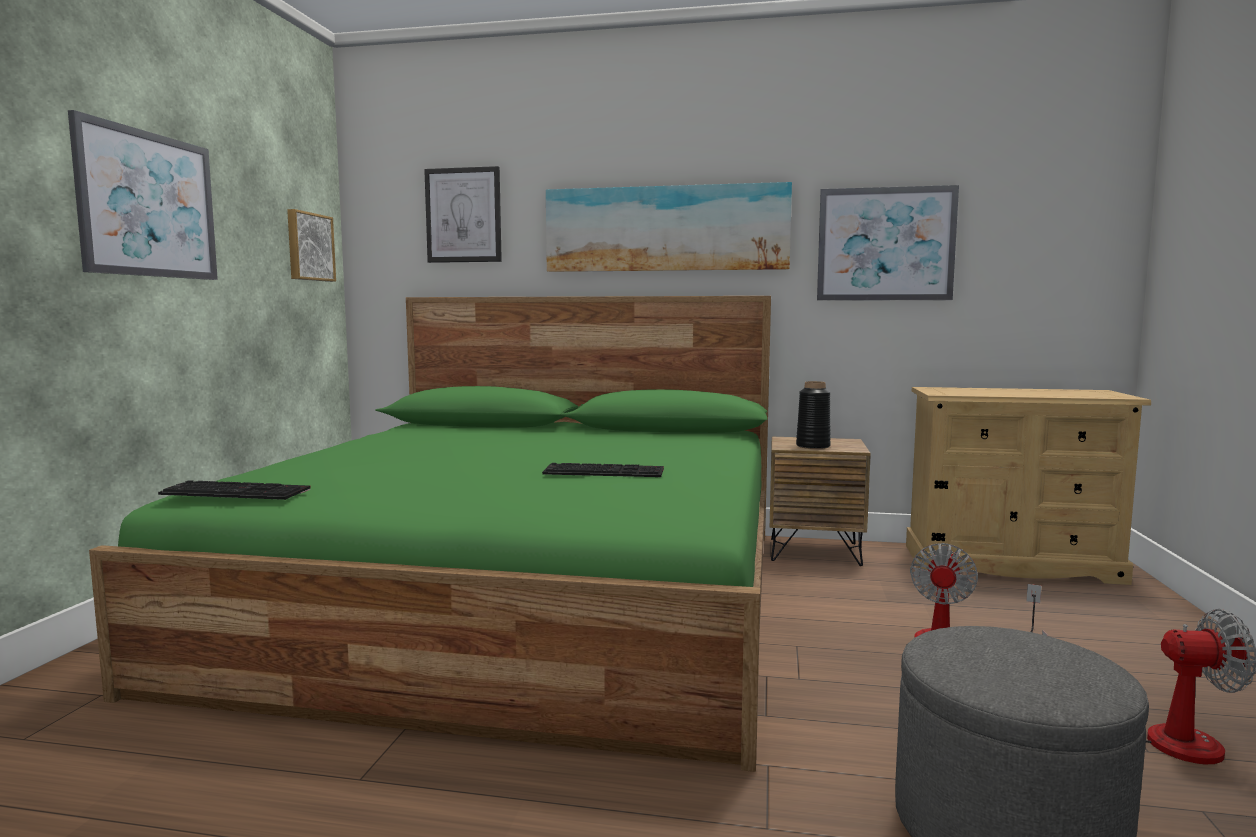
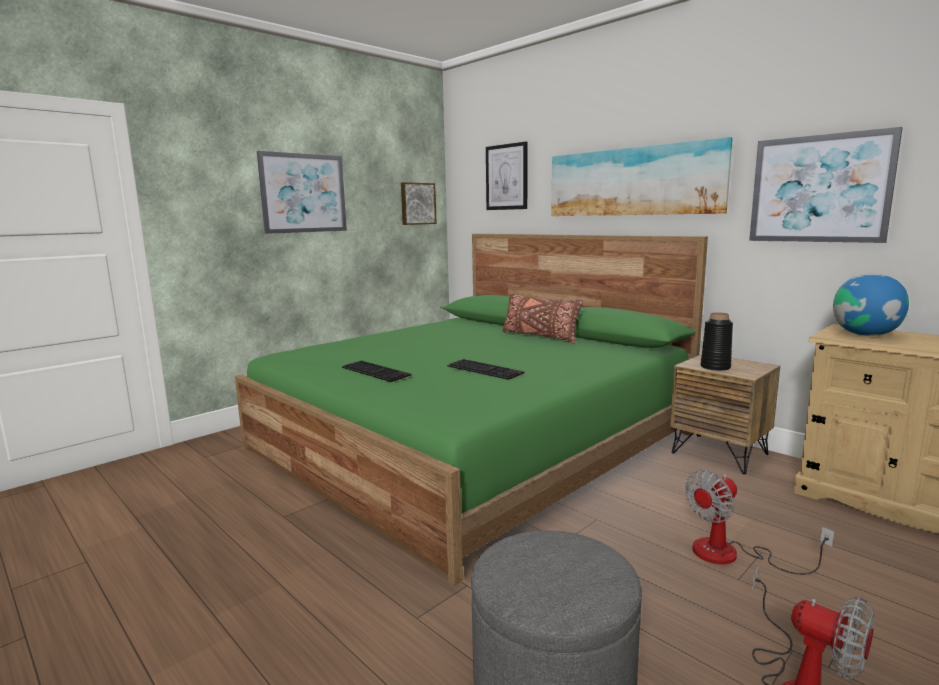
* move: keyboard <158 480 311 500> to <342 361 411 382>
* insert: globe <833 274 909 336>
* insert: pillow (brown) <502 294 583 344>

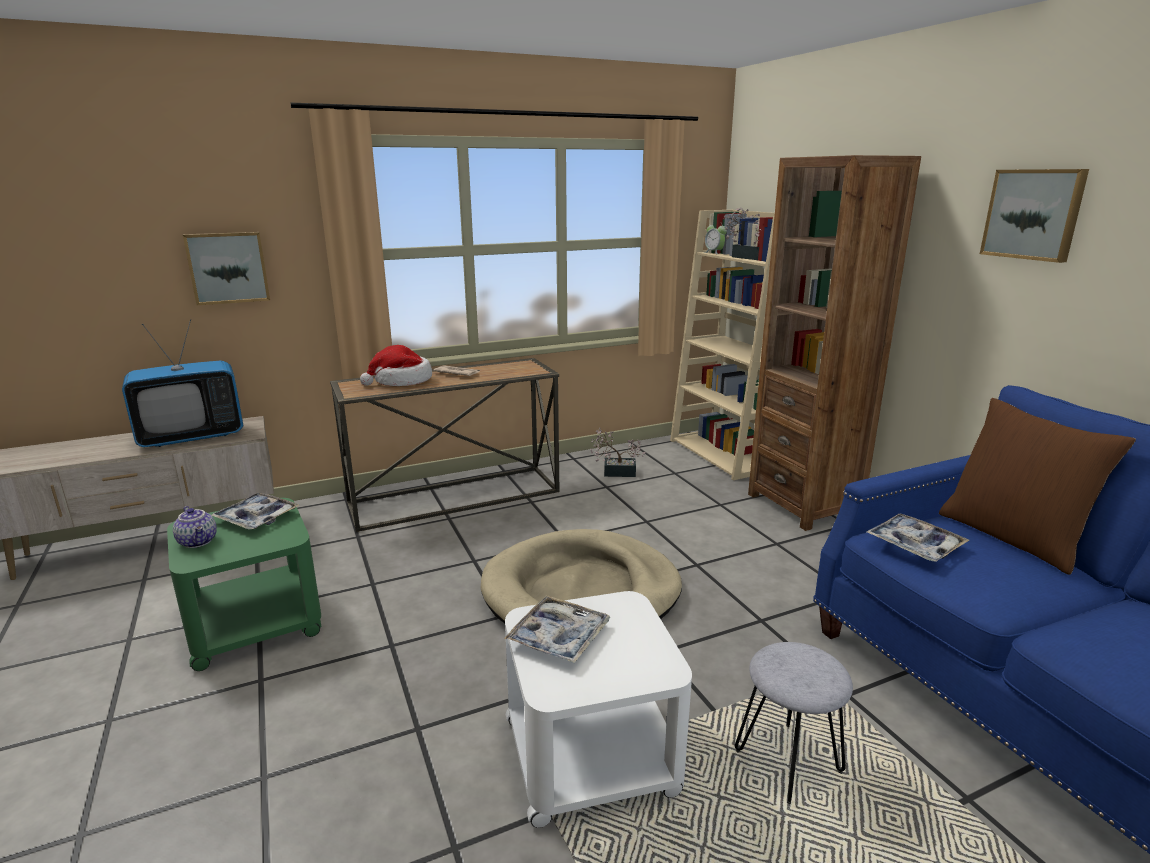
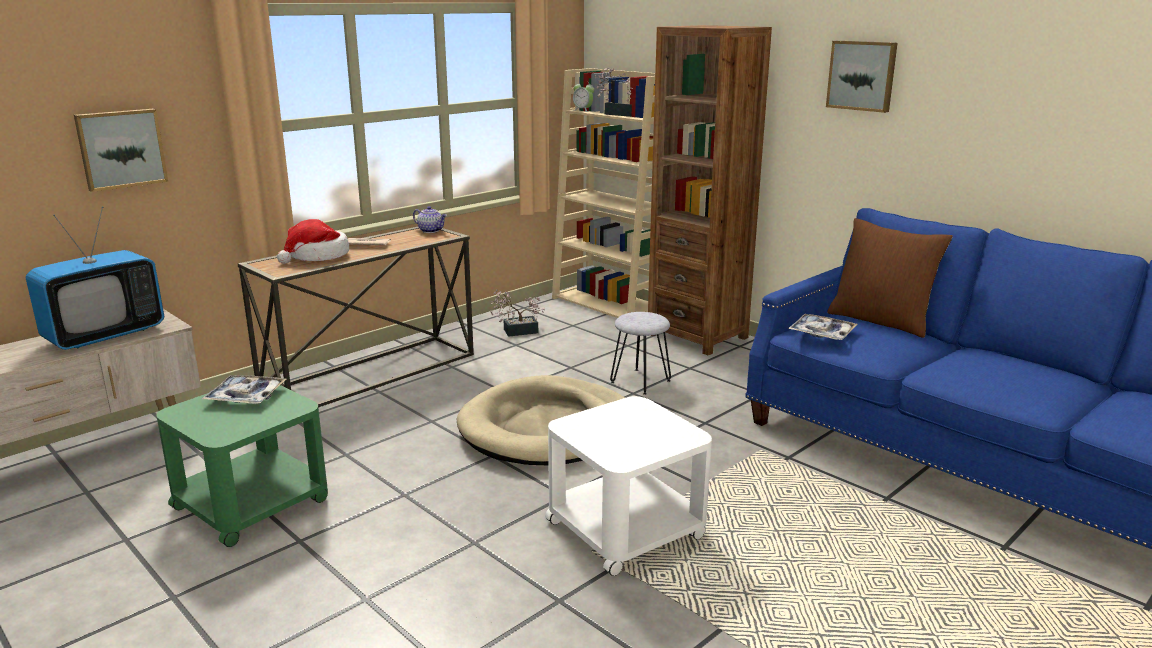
* move: teapot <173 506 217 548> to <413 206 447 233>
* delete: tray <504 595 610 664>
* move: stool (grey) <735 642 853 804> to <610 312 671 395>

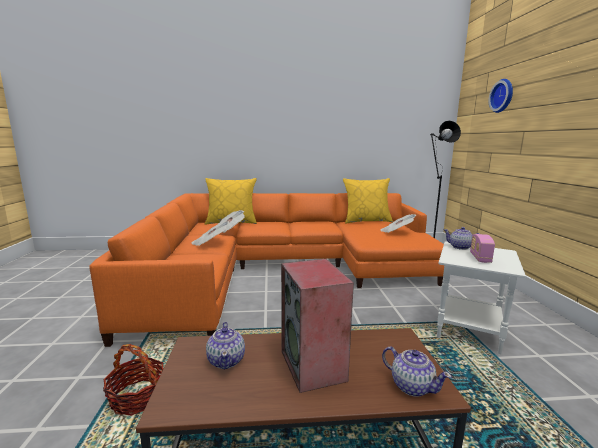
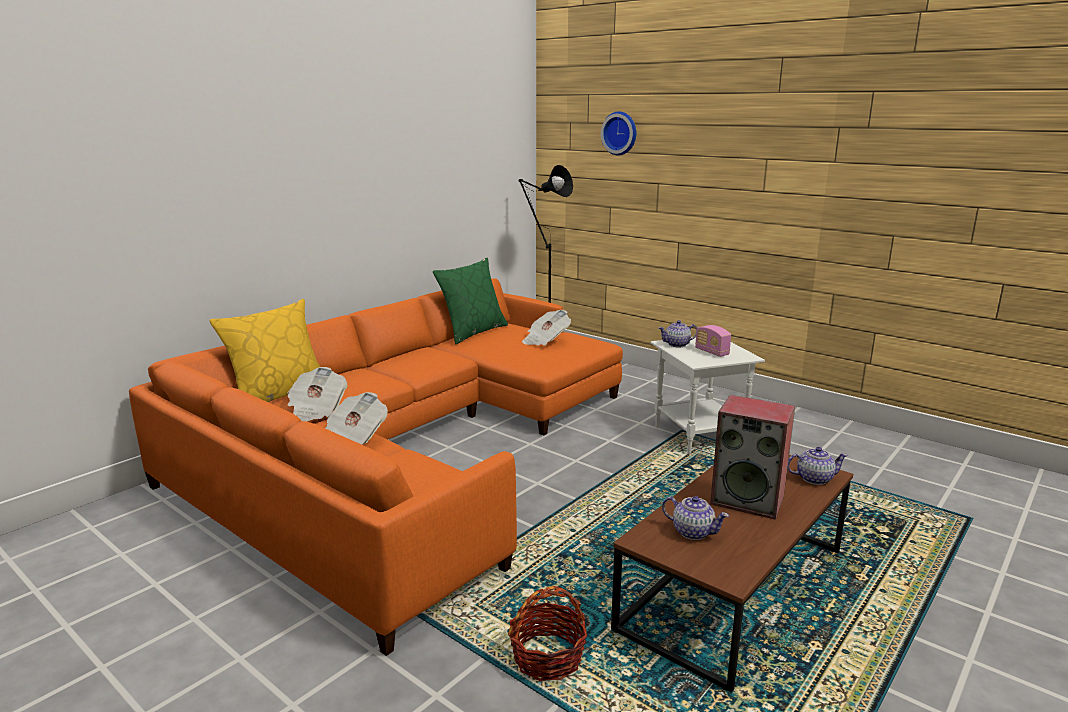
* recolor: pillow (yellow) <343 178 393 223> to pillow (green) <433 258 508 344>

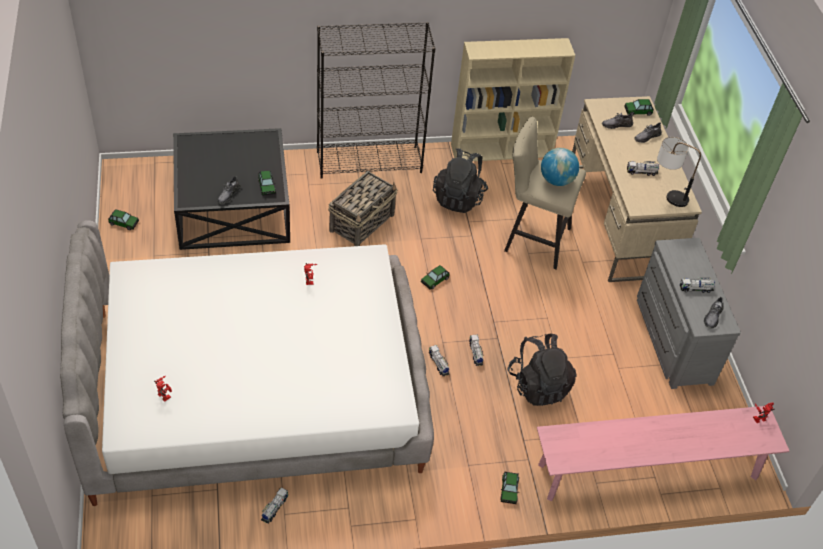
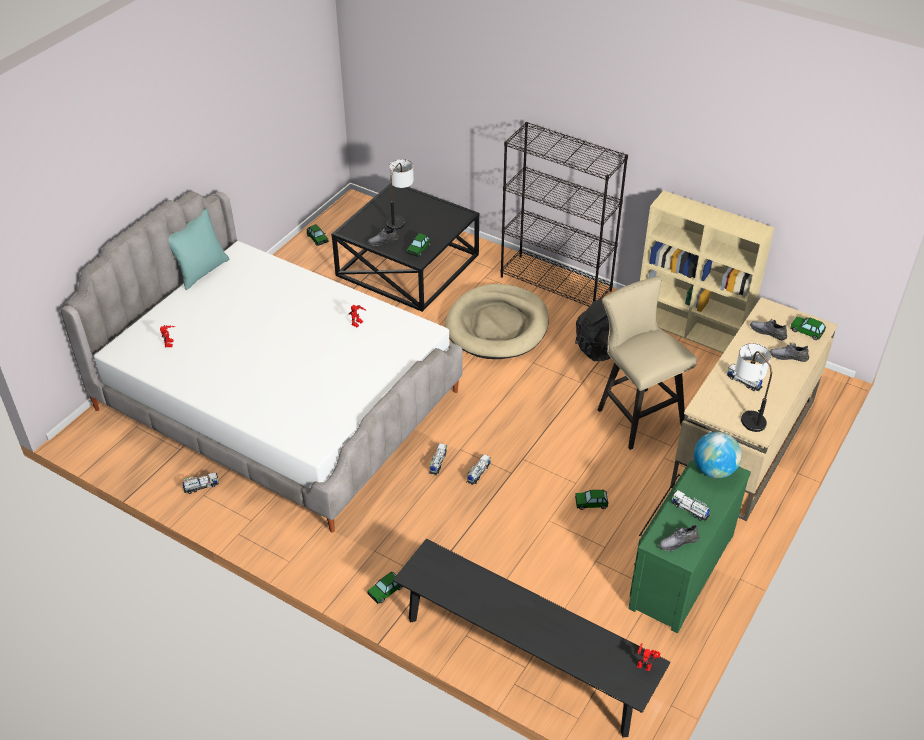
* move: globe <541 148 579 186> to <694 431 742 478>
* replace: basket <328 171 397 246> to dog bed (beige) <445 284 549 359>
* recolor: dresser (grey) <637 238 741 389> to dresser (green) <628 460 751 633>
* move: toy car <421 265 450 289> to <575 490 608 510>
* delete: backpack (black) <508 334 576 406>
* recolor: bench (pink) <537 406 789 501> to bench (black) <393 539 671 737>
* insert: table lamp <386 159 414 230>
* insert: pillow (turquoise) <168 208 230 290>

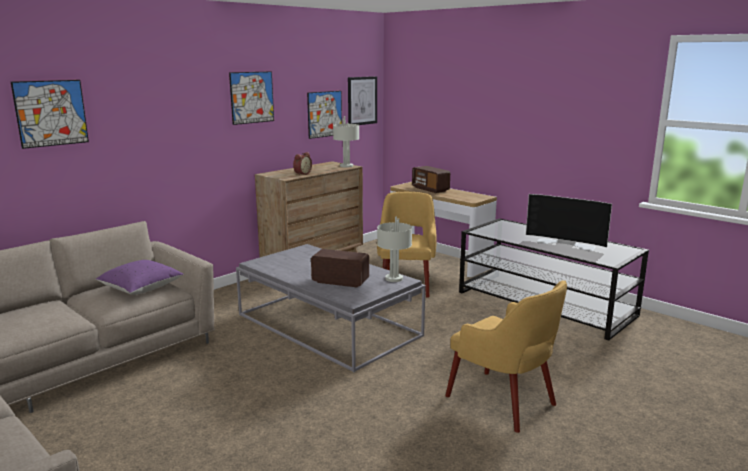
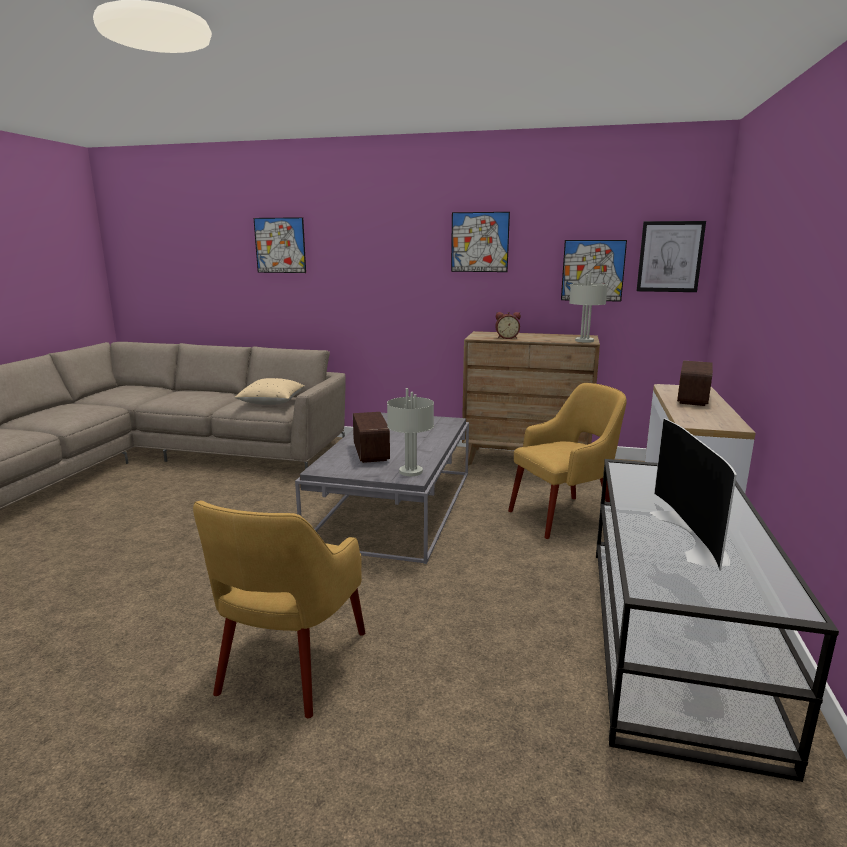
* recolor: pillow (purple) <95 260 184 295> to pillow (beige) <235 378 305 405>

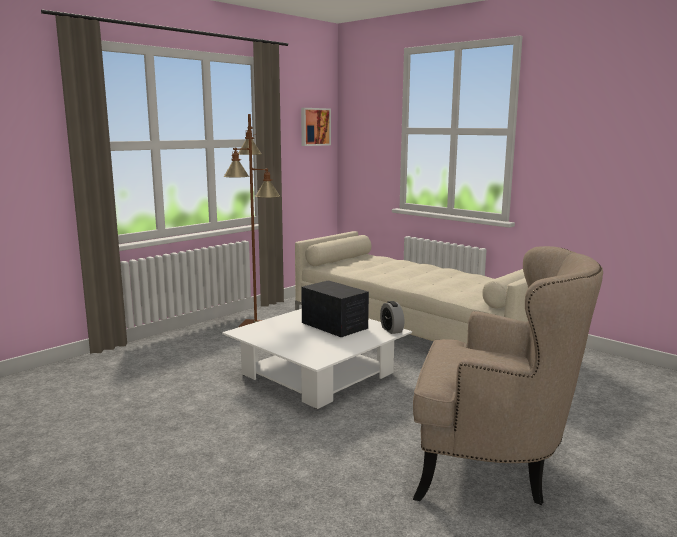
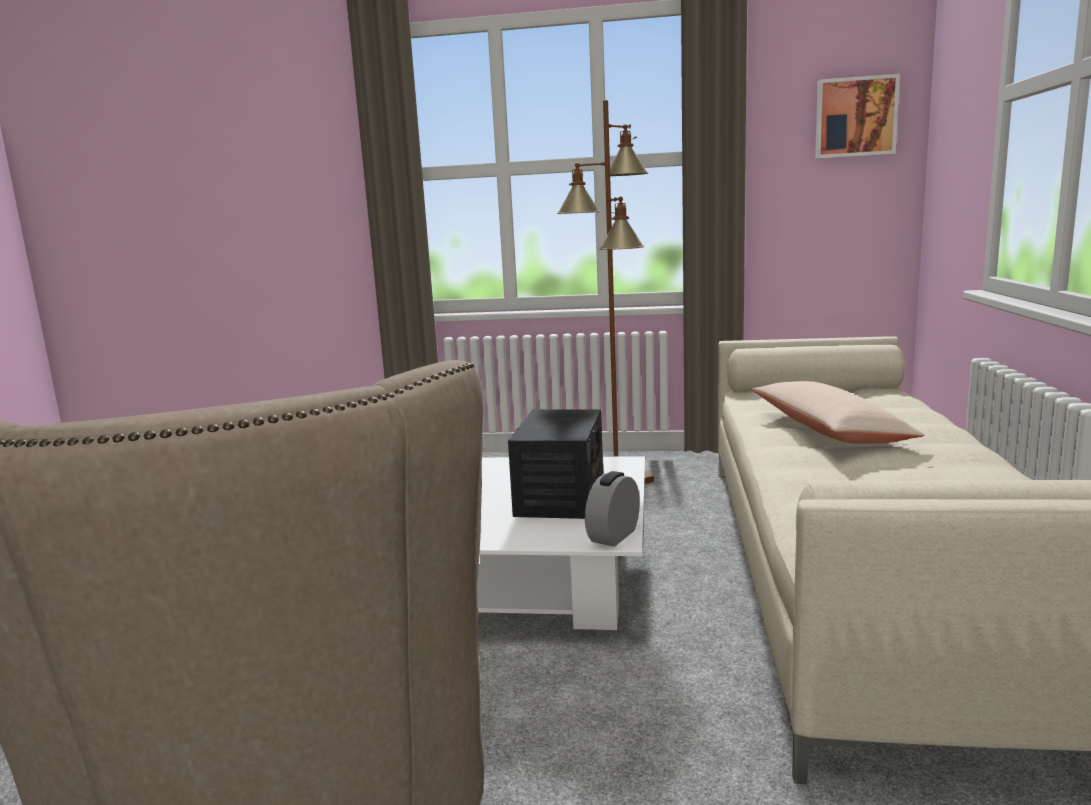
* insert: pillow (beige) <751 381 924 444>

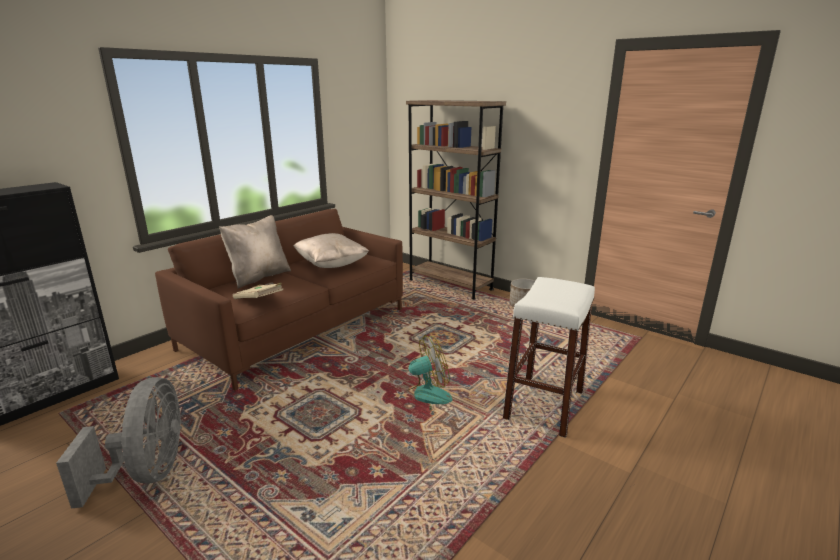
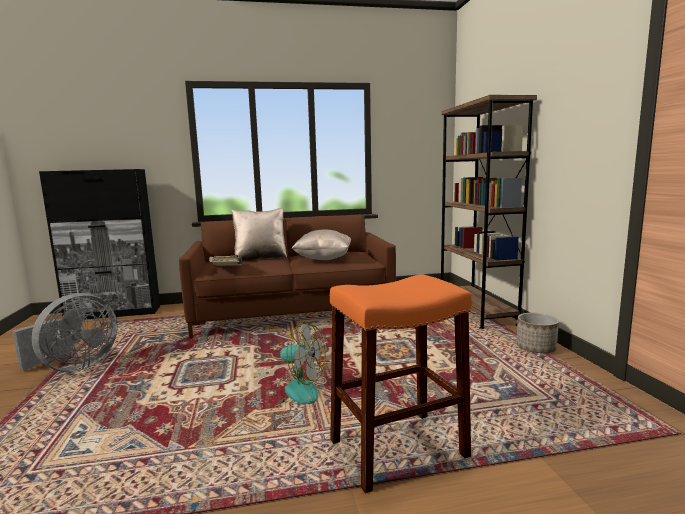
* recolor: stool (white) <503 277 595 438> to stool (orange) <330 274 472 494>

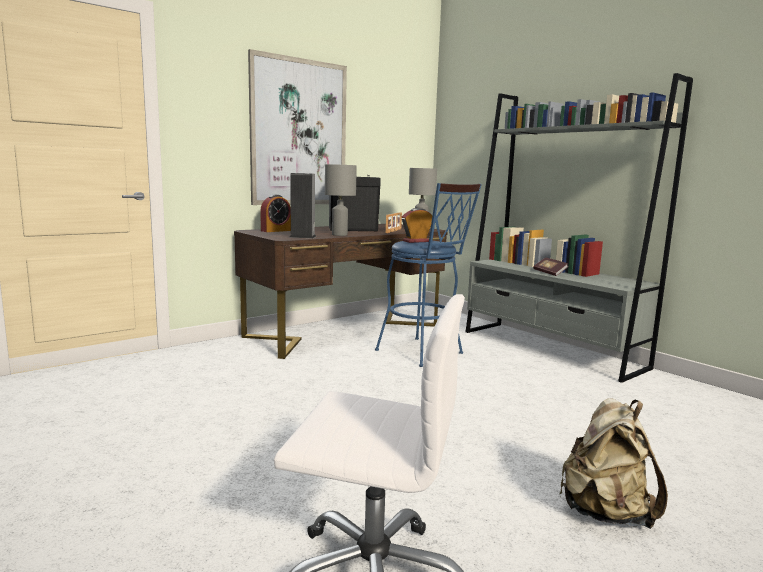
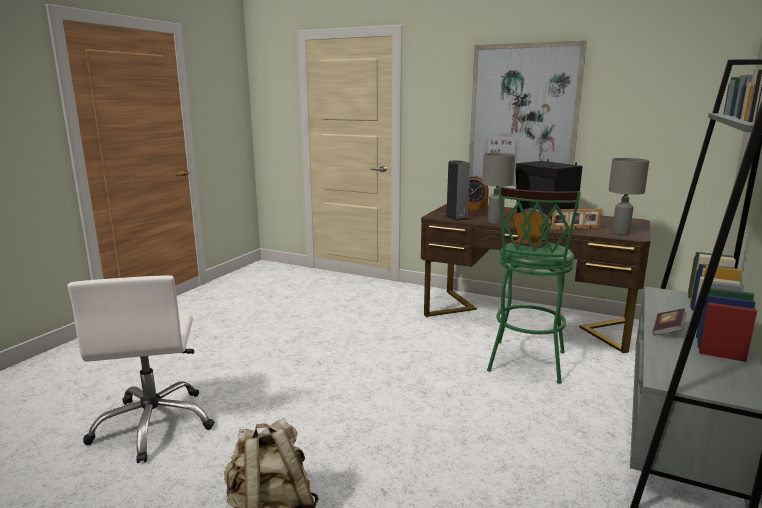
* recolor: stool (blue) <375 183 482 367> to stool (green) <487 186 581 384>

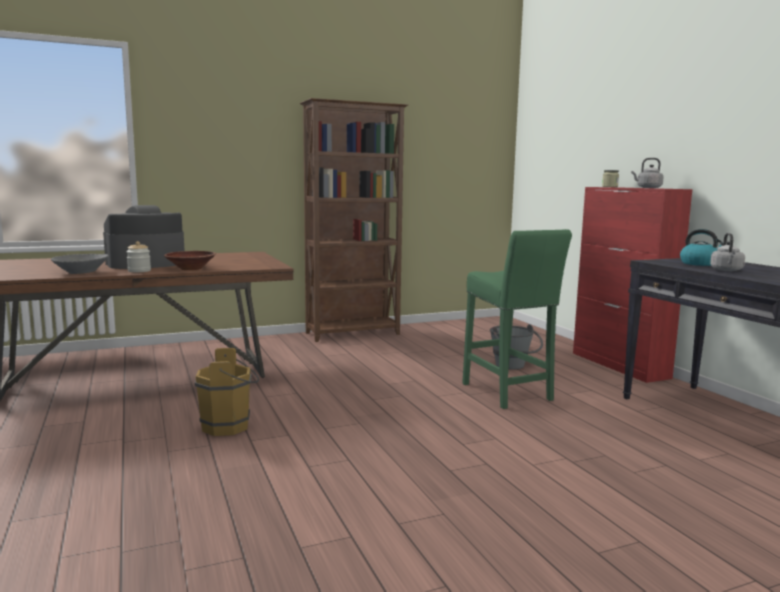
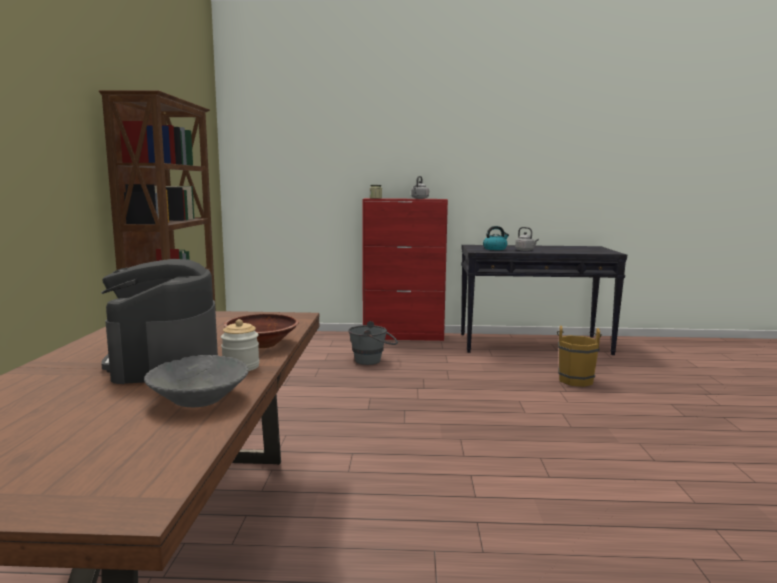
* delete: stool (green) <462 229 572 409>
* move: bucket (brown) <195 348 259 436> to <557 326 602 387>

